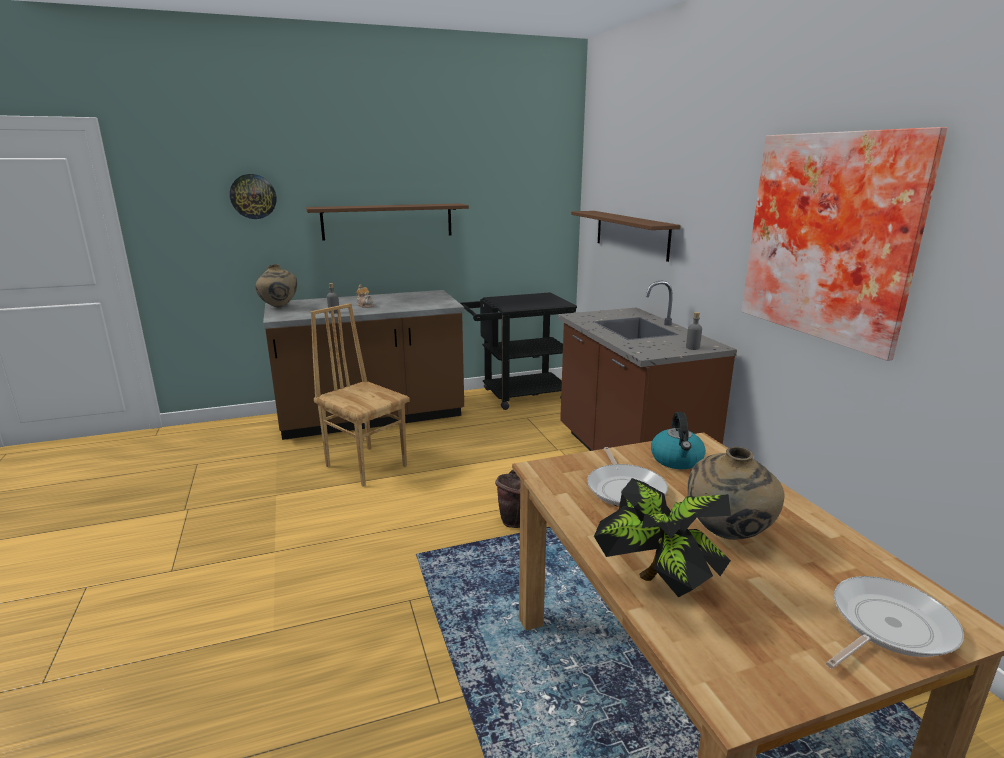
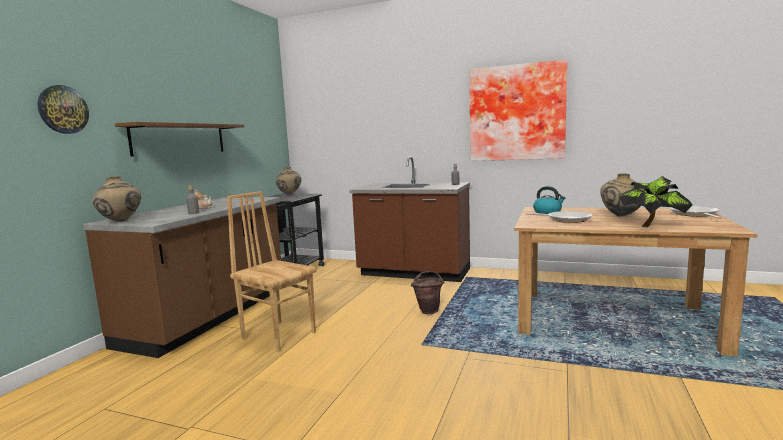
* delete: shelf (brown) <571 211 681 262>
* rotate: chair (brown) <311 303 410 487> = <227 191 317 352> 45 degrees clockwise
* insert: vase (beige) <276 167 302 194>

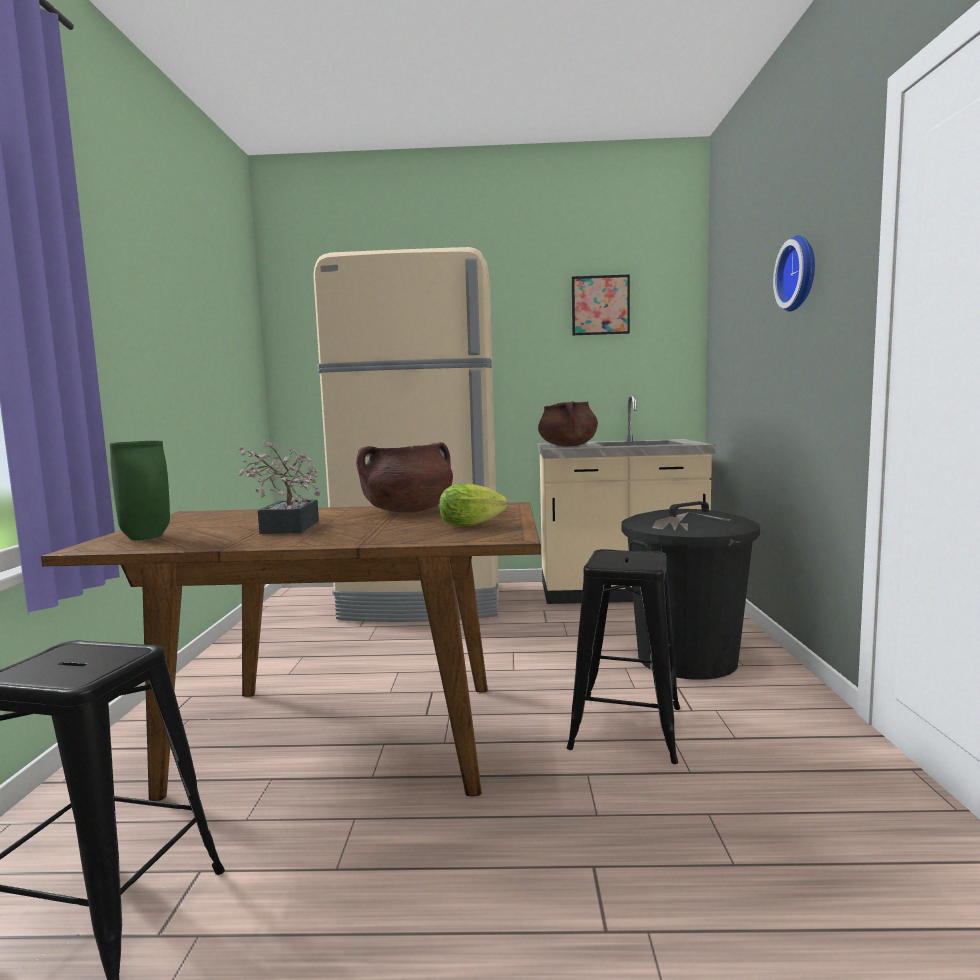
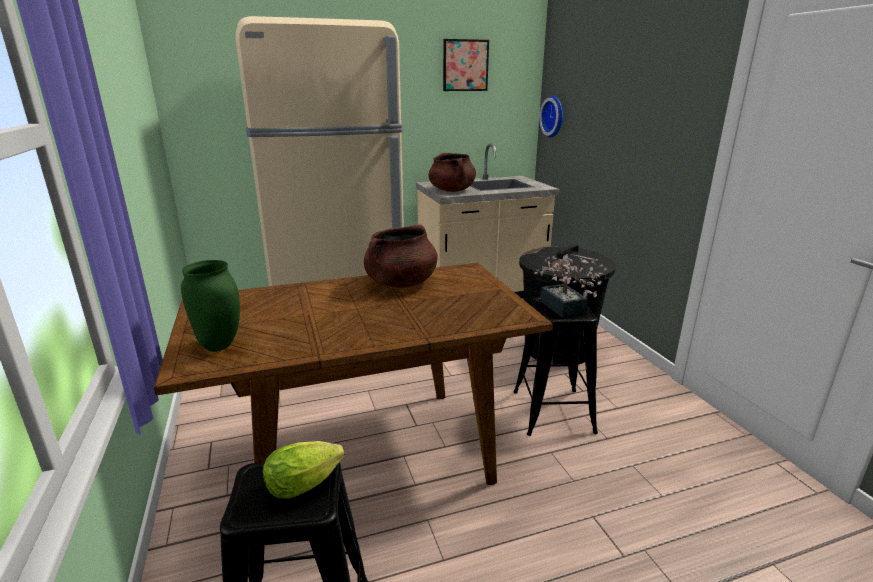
* move: wall clock <773 235 815 312> to <539 96 564 137>
* move: potted plant <238 441 320 534> to <534 256 607 317>
* move: lettuce <439 483 508 526> to <263 441 345 499>

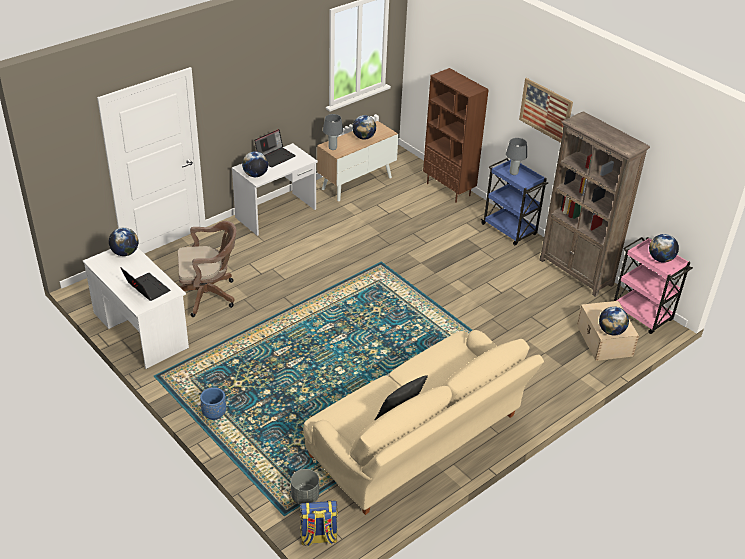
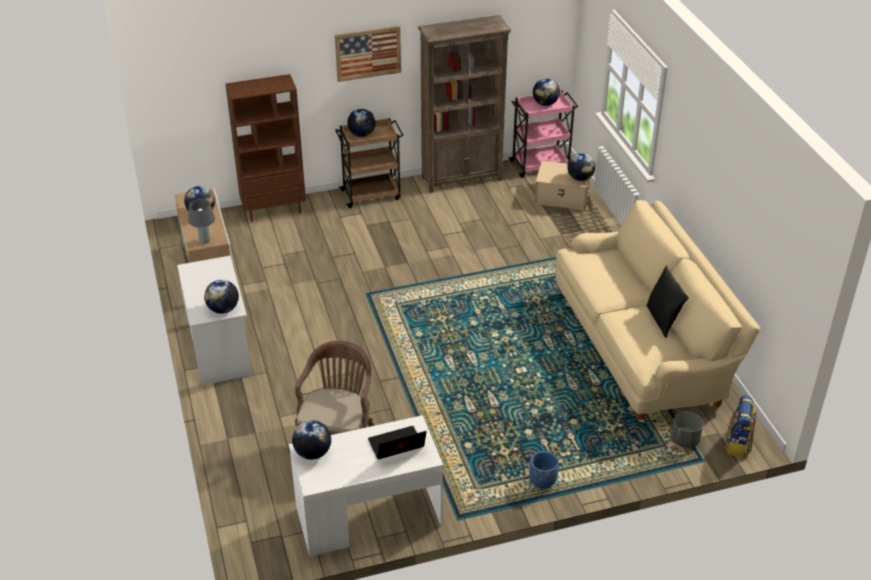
* delete: laptop <254 129 296 167>
* replace: table lamp (grey) <506 138 527 175> to globe <347 108 376 137>
* recolor: cart (blue) <481 158 548 246> to cart (brown) <335 118 403 208>

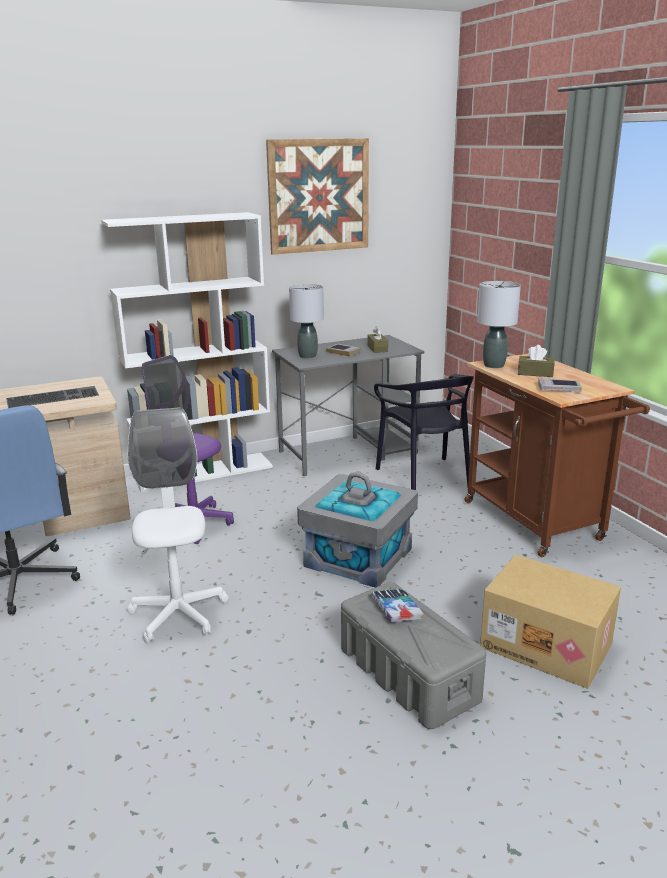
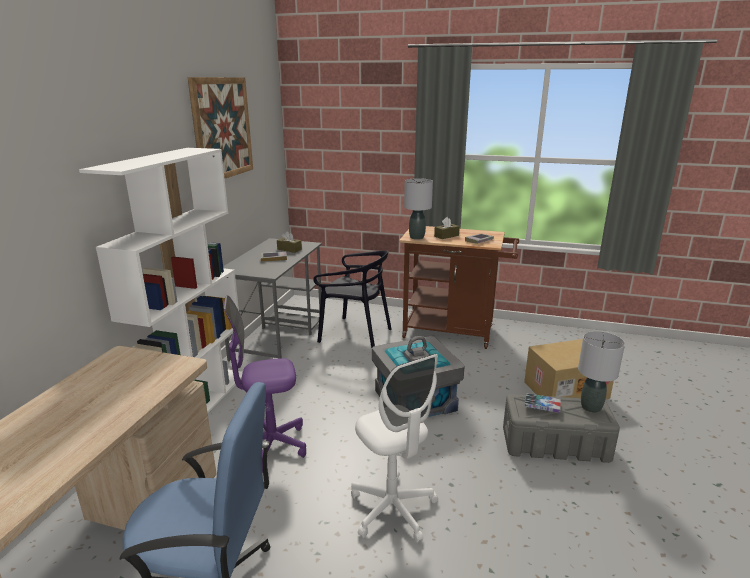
* move: table lamp (grey) <289 284 324 359> to <578 331 625 413>
* delete: keyboard <6 386 99 408>
* rotate: office chair (white) <127 408 228 644> = <351 354 438 543> 150 degrees counterclockwise

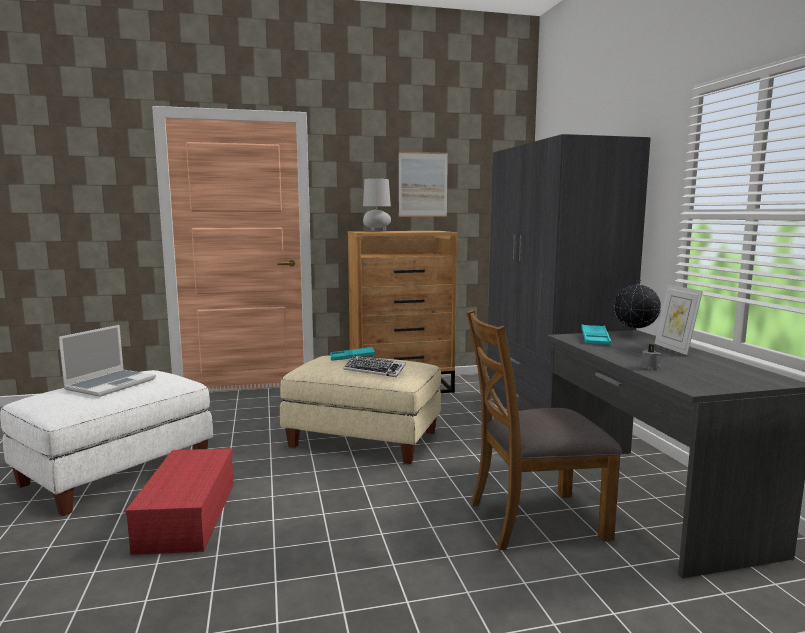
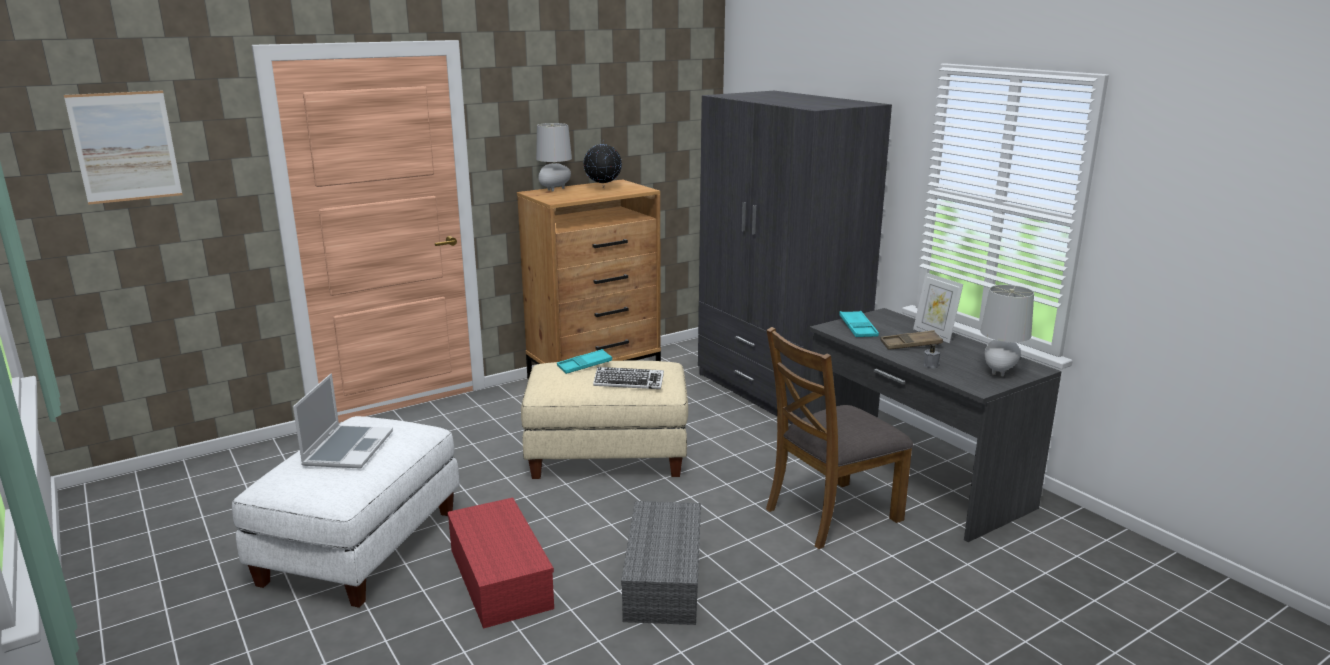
* move: picture <399 152 448 217> to <64 90 182 205>
* move: globe <614 279 661 333> to <584 140 622 189>
* insert: table lamp (grey) <981 285 1034 376>
* insert: tray (brown) <880 330 943 350>
* insert: storage box (grey) <621 501 701 625>

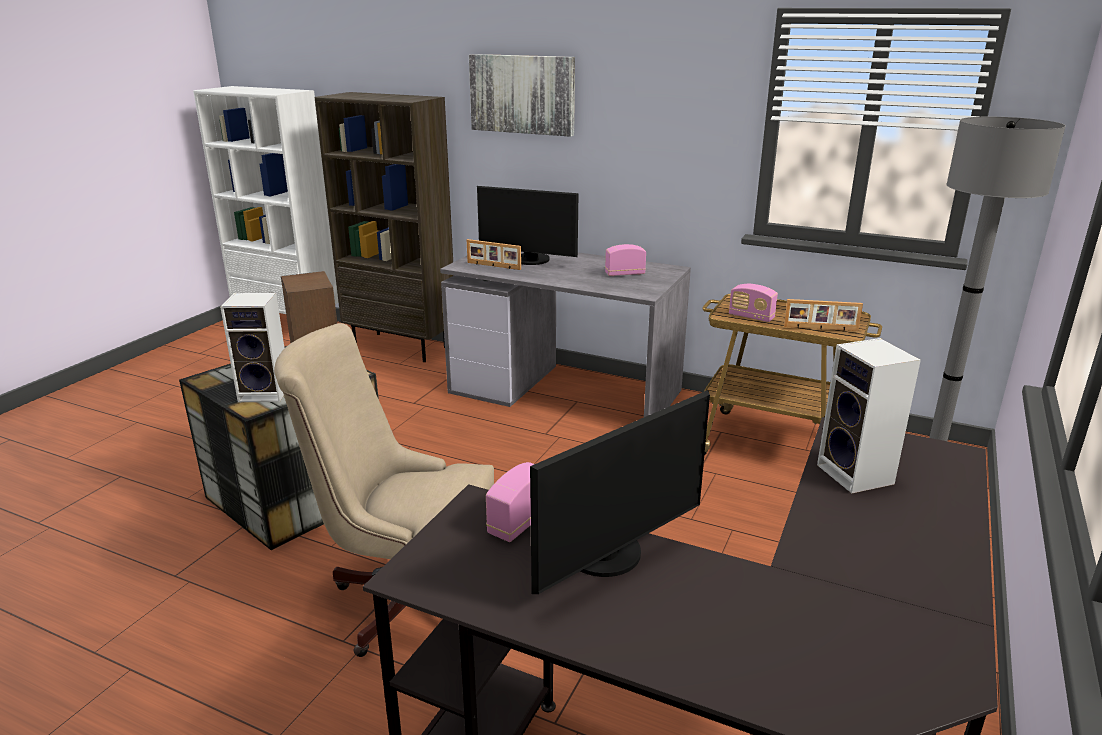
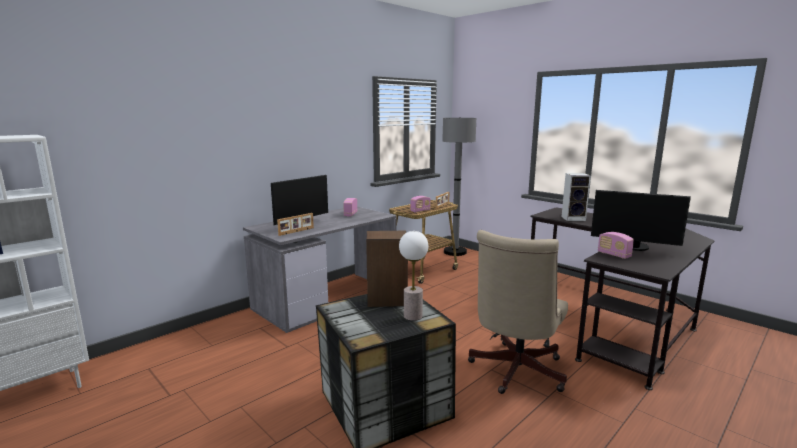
* delete: picture <469 54 575 137>
* delete: bookcase (brown) <314 92 454 362>
* replace: speaker <220 293 284 402> to table lamp <399 231 428 321>
* rotate: monitor <530 390 710 594> = <591 190 691 251> 135 degrees clockwise

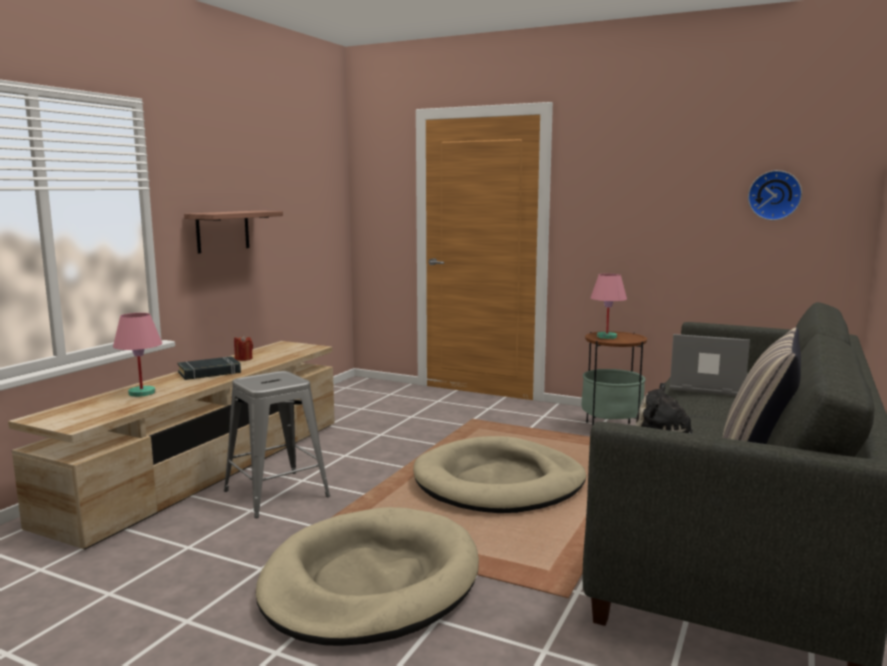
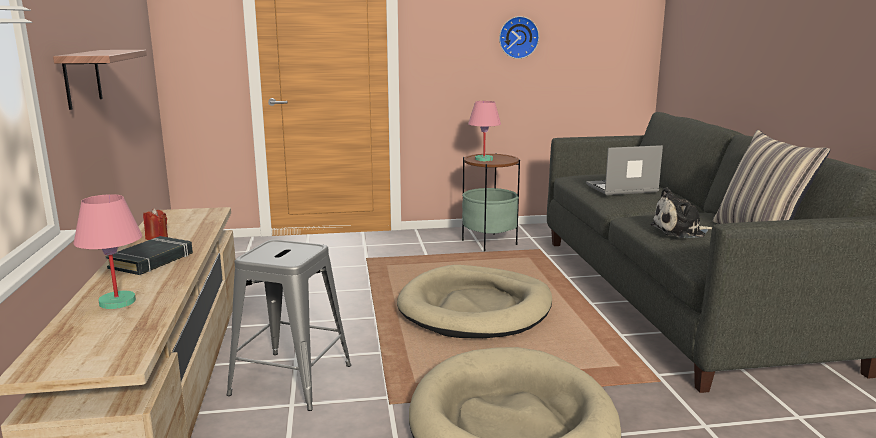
* move: wall clock <748 170 802 220> to <499 16 539 59>

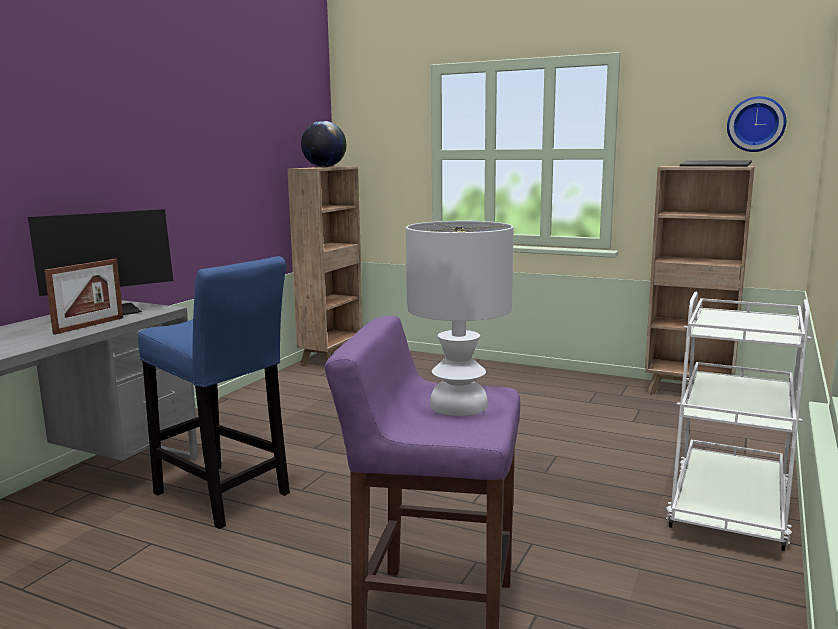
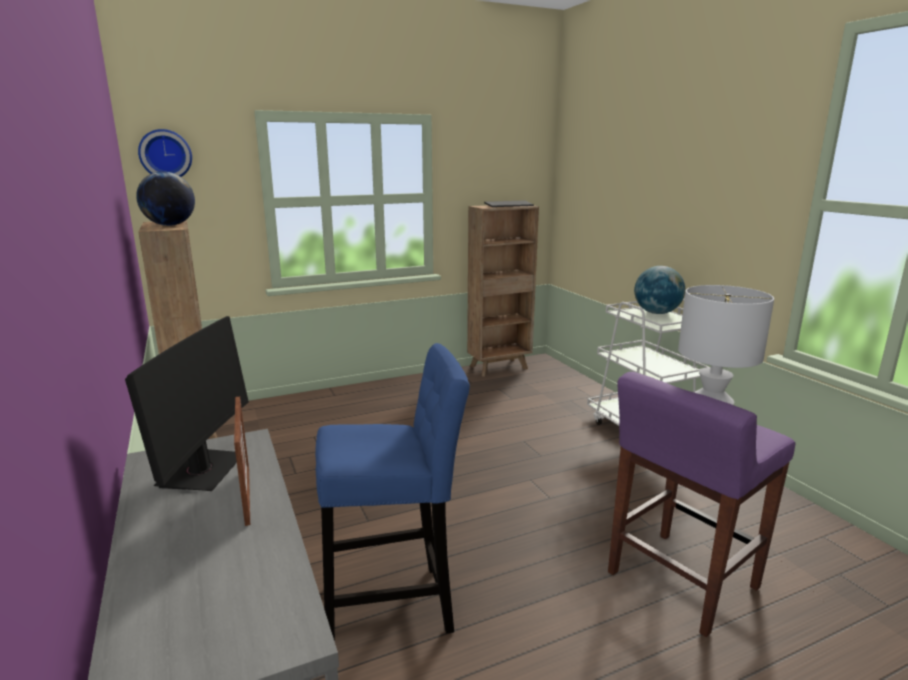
* move: wall clock <727 96 786 152> to <138 129 192 177>
* insert: globe <634 266 685 314>

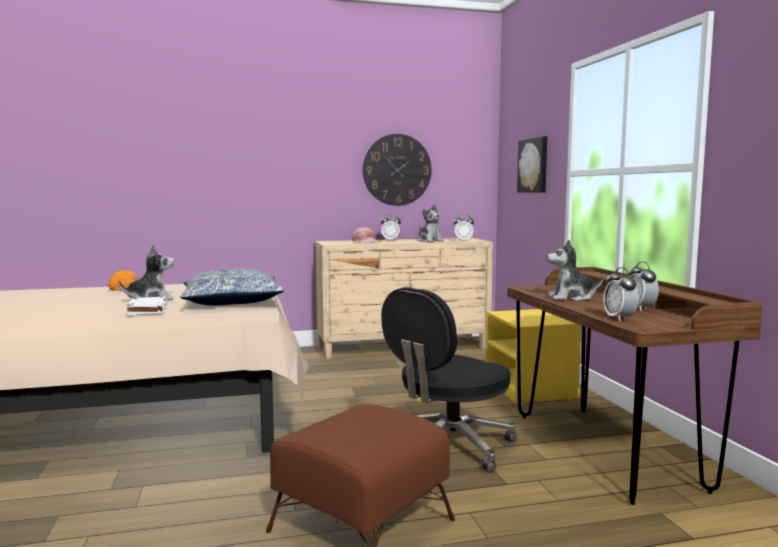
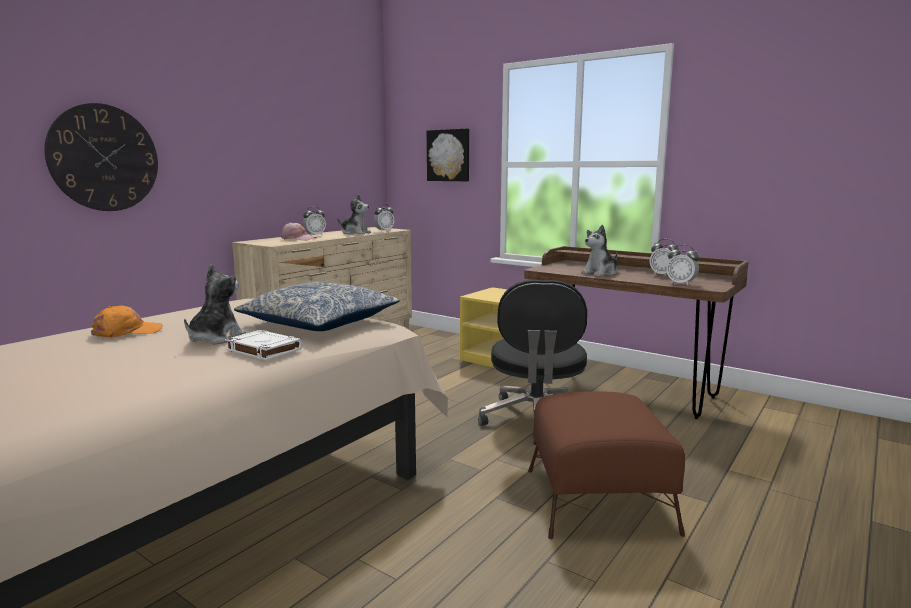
* move: wall clock <362 134 432 206> to <44 103 158 211>

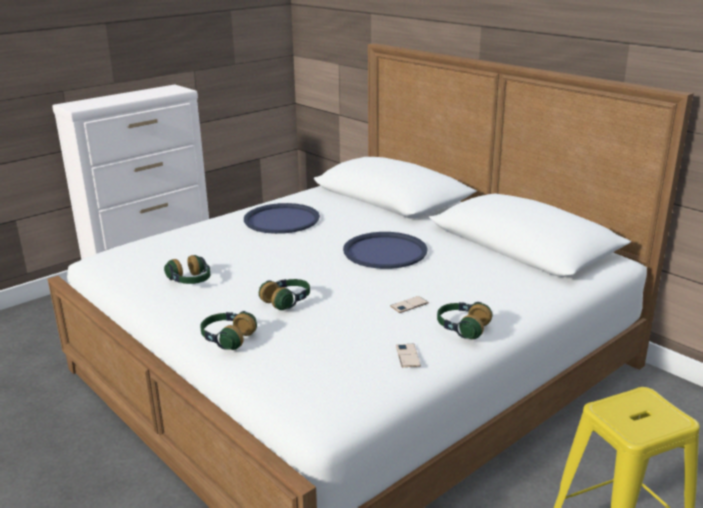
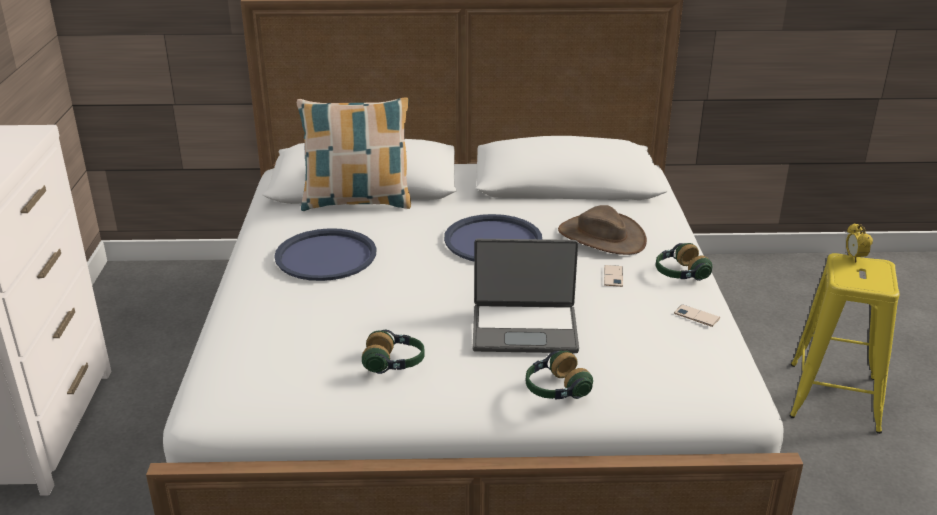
* replace: headphones <259 279 310 310> to laptop <473 239 579 353>
* insert: pillow <297 97 411 211>
* insert: hat (brown) <558 205 647 255>
* insert: alarm clock <846 223 873 262>

